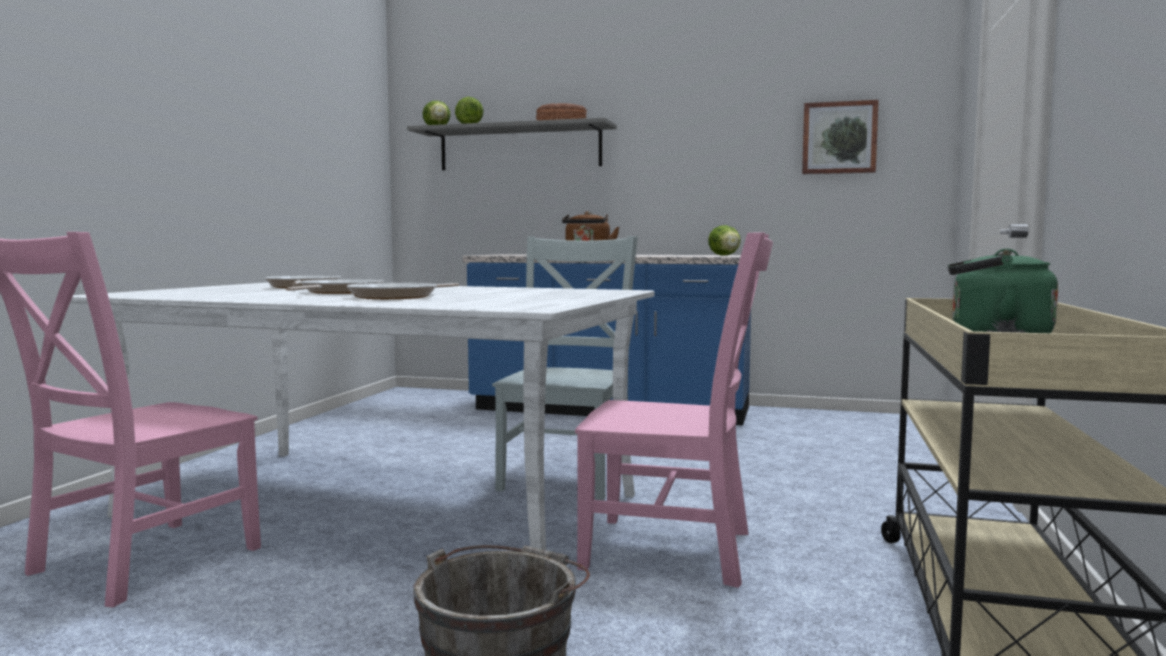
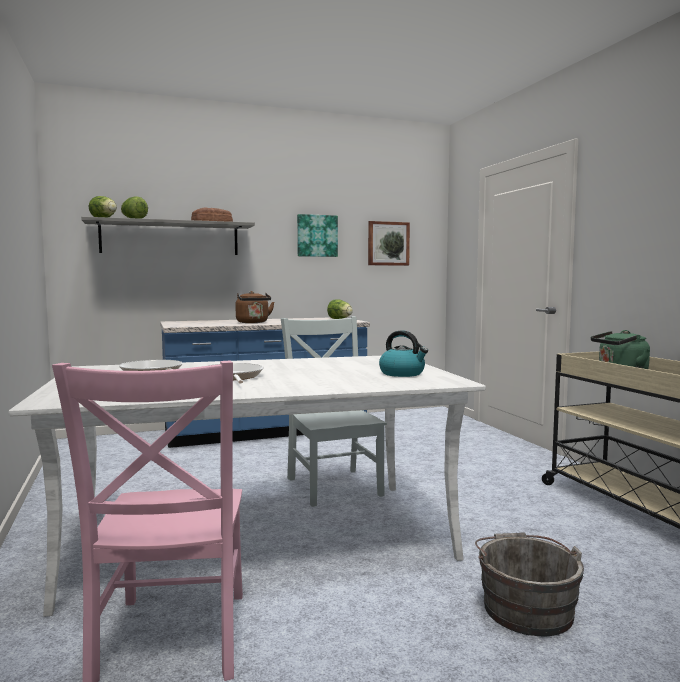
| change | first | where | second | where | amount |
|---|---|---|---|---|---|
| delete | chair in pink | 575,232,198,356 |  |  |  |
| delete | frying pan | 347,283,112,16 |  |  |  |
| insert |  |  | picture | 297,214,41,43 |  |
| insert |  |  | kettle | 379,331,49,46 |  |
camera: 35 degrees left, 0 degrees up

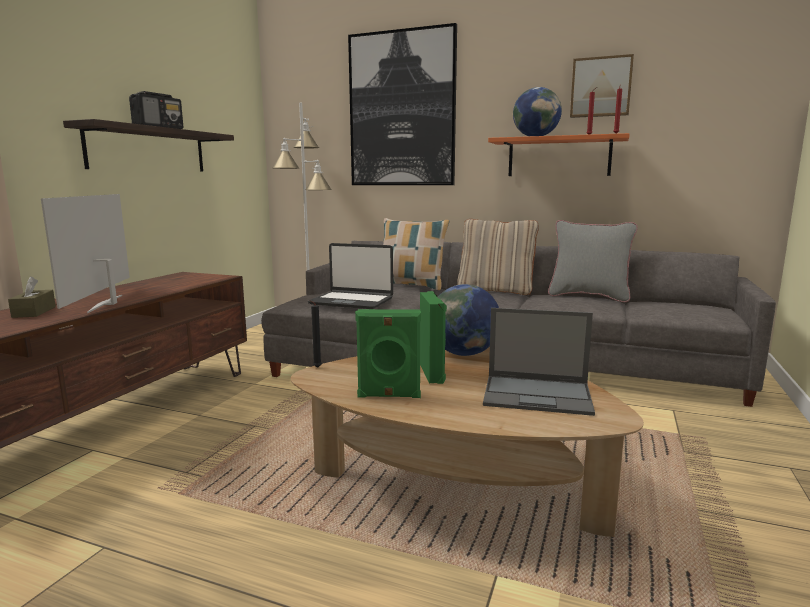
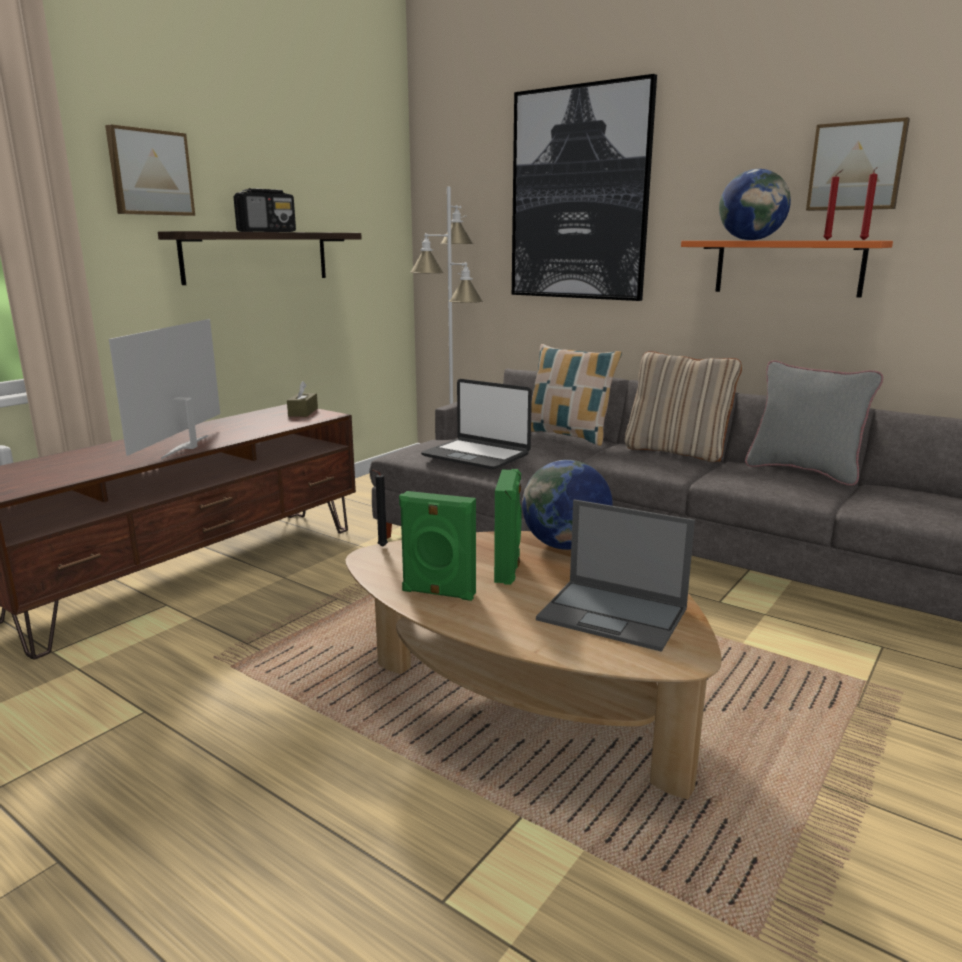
| change | first | where | second | where | amount |
|---|---|---|---|---|---|
| move | tissue box in brown | 8,276,48,42 |  | 287,381,31,36 |  |
| insert |  |  | picture | 105,124,90,92 |  |
camera: 15 degrees right, 5 degrees up

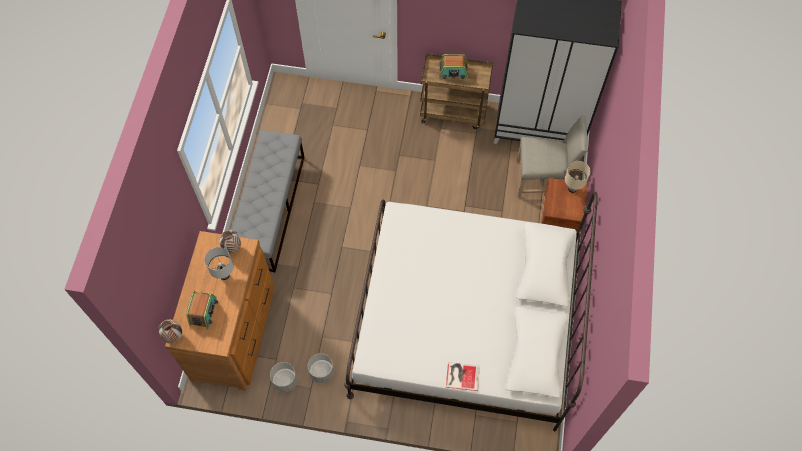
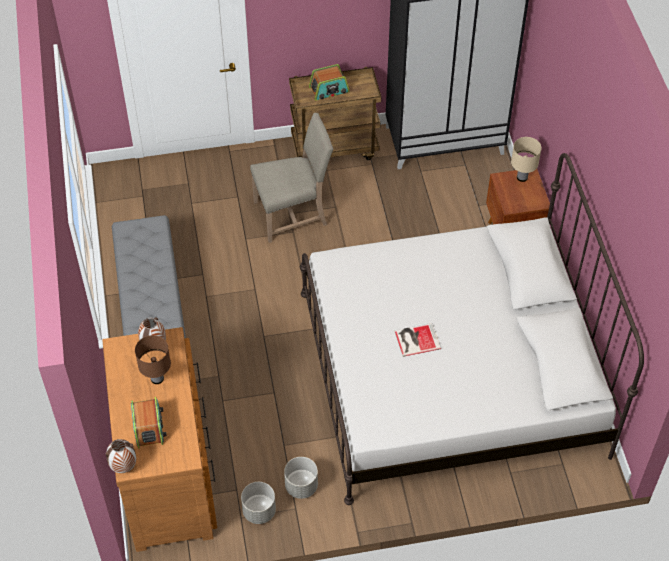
| change | first | where | second | where | amount |
|---|---|---|---|---|---|
| move | chair in beige | 517,116,71,81 |  | 250,113,84,130 |  |
| recolor | table lamp in white | 204,247,29,33 | table lamp in brown | 135,335,36,49 |  |
| move | book | 446,362,34,29 |  | 395,323,46,34 |  |
camera: 20 degrees left, 10 degrees down

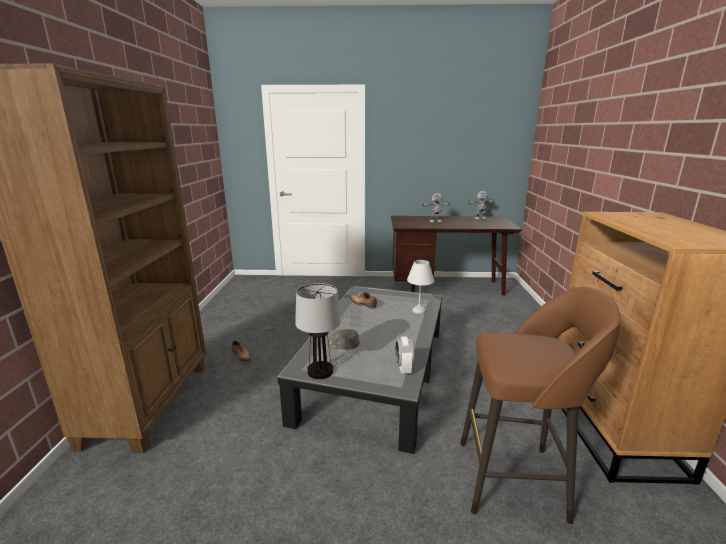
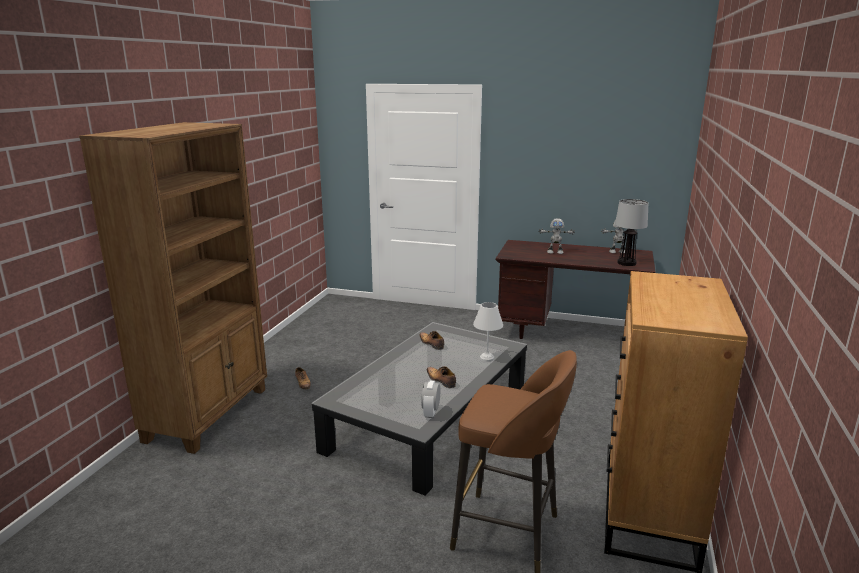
| change | first | where | second | where | amount |
|---|---|---|---|---|---|
| move | table lamp | 295,283,46,96 |  | 615,199,33,67 |  |
| delete | cap in grey | 327,329,33,20 |  |  |  |
| insert |  |  | shoe | 427,366,29,22 |  |
camera: 15 degrees right, 0 degrees up

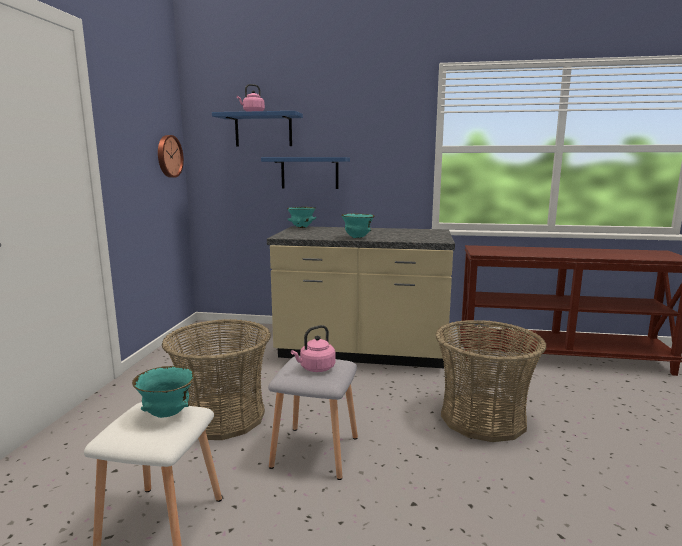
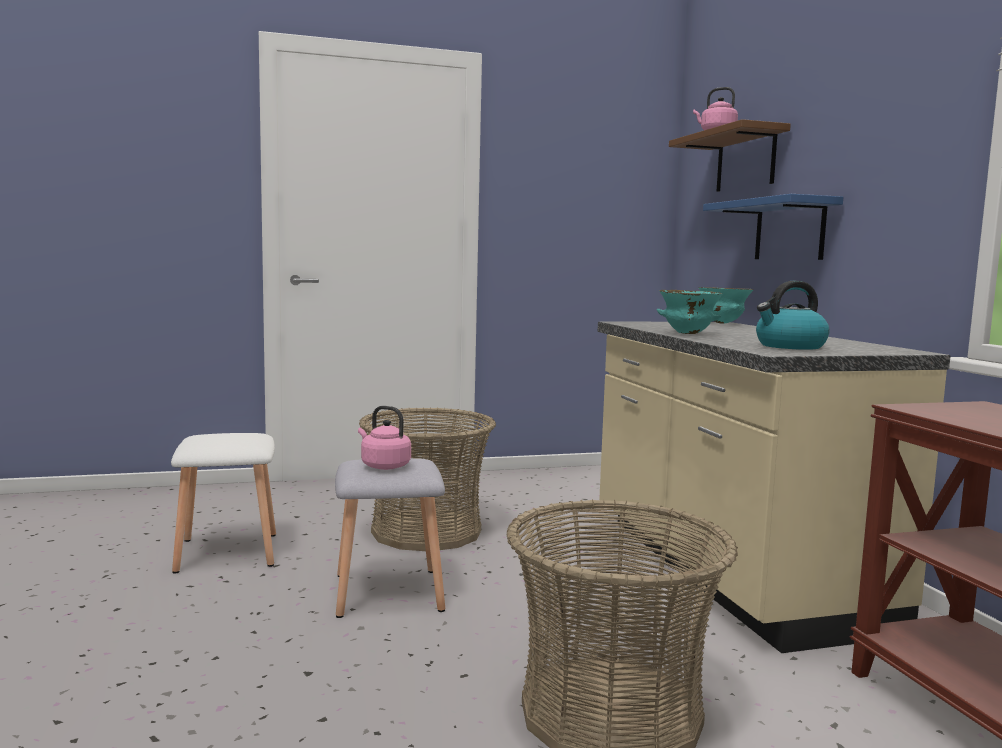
| change | first | where | second | where | amount |
|---|---|---|---|---|---|
| recolor | shelf in blue | 212,111,91,36 | shelf in brown | 669,119,122,73 |  |
| delete | wall clock | 158,135,26,43 |  |  |  |
| delete | bowl in turquoise | 132,366,63,52 |  |  |  |
| insert |  |  | kettle | 756,281,74,69 |  |
camera: 65 degrees right, 5 degrees down

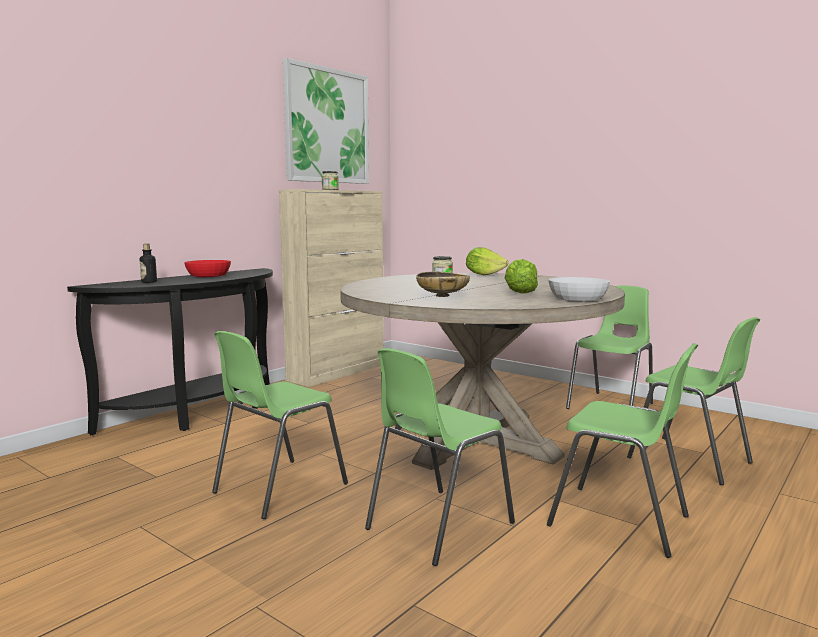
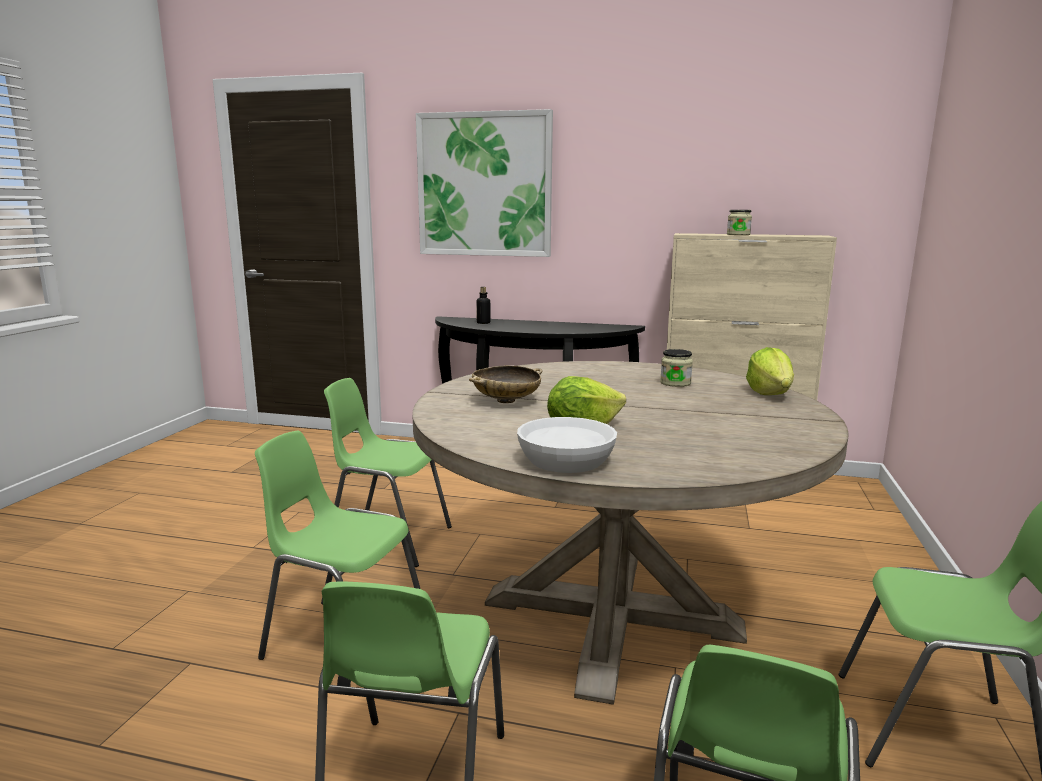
| change | first | where | second | where | amount |
|---|---|---|---|---|---|
| move | picture | 283,58,86,126 |  | 416,109,137,148 |  |
| delete | bowl in red | 184,260,47,17 |  |  |  |
camera: 65 degrees right, 5 degrees up

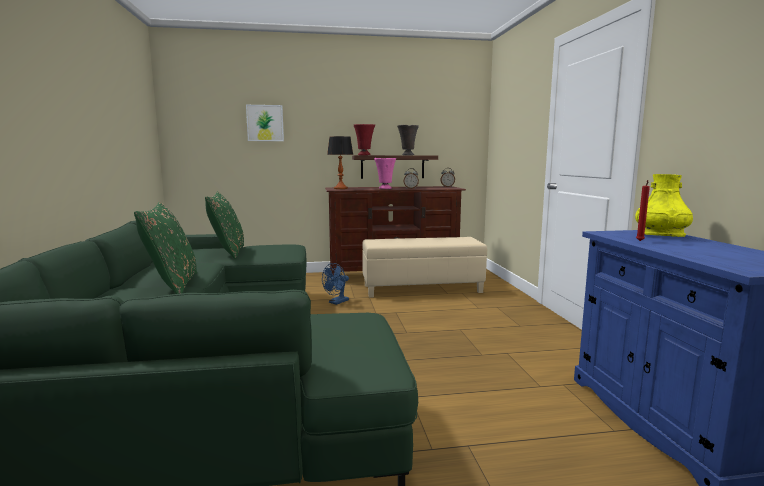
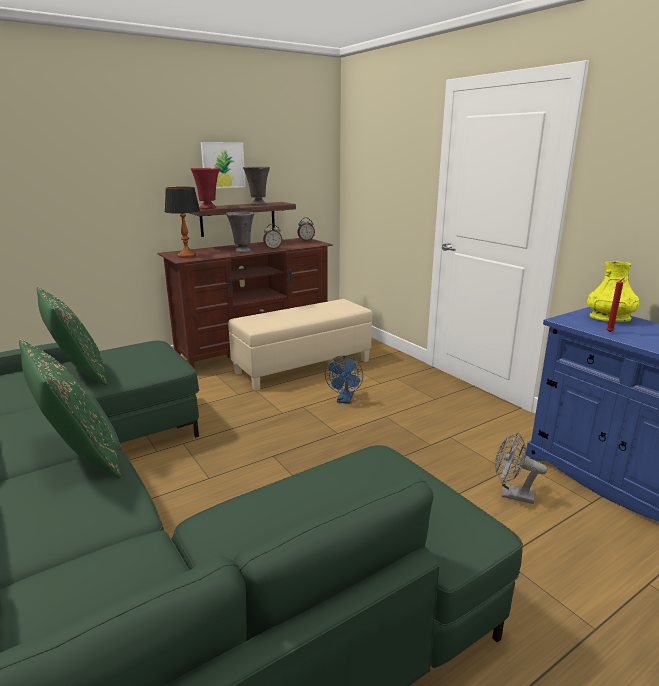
| change | first | where | second | where | amount |
|---|---|---|---|---|---|
| move | picture | 246,105,38,36 |  | 201,142,45,47 |  |
| recolor | vase in pink | 374,158,22,31 | vase in grey | 226,212,28,40 |  |
| move | fan in blue | 322,263,27,42 |  | 325,356,38,48 |  |
| insert |  |  | fan in grey | 495,432,53,72 |  |
camera: 25 degrees left, 10 degrees up

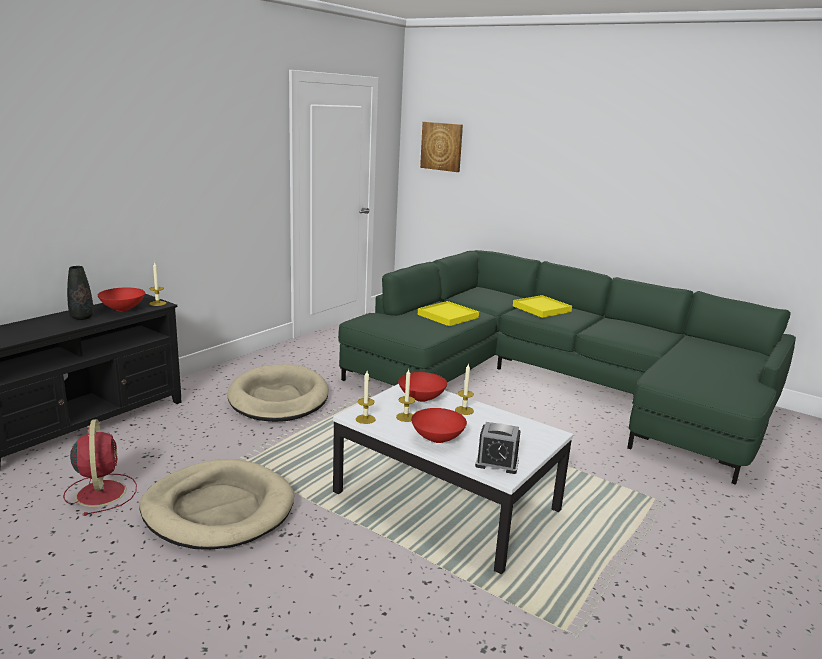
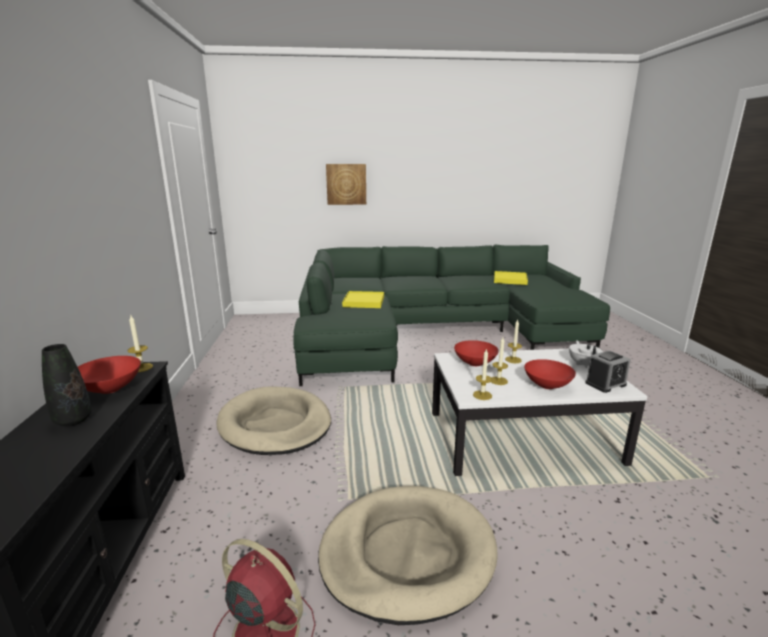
| change | first | where | second | where | amount |
|---|---|---|---|---|---|
| move | picture | 420,122,43,50 |  | 326,164,40,41 |  |
| move | tray in yellow | 513,295,59,23 |  | 494,271,34,14 |  |
| insert |  |  | teapot in white | 569,340,34,28 |  |
camera: 40 degrees left, 0 degrees up

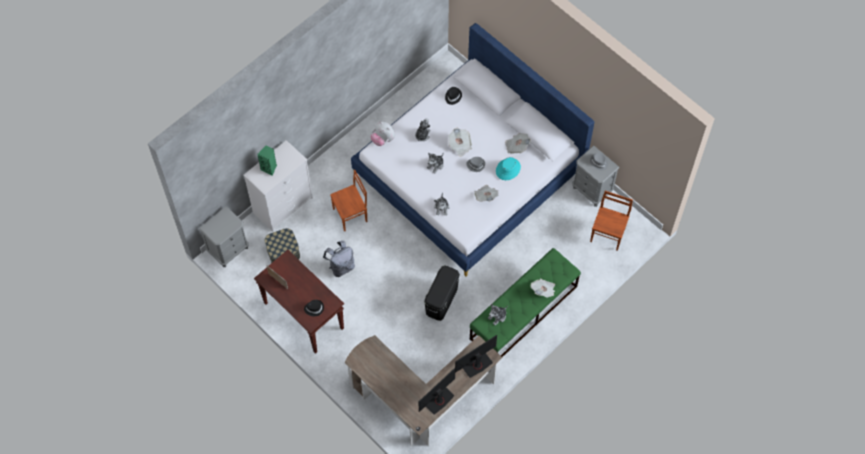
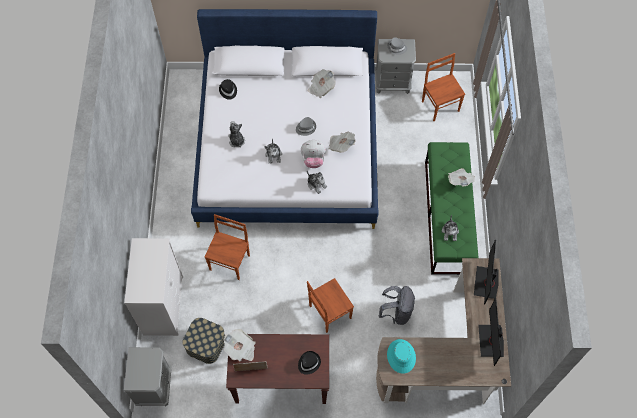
| change | first | where | second | where | amount |
|---|---|---|---|---|---|
| move | plush toy | 370,121,25,25 |  | 301,140,25,28 |  |
| move | newspaper | 448,128,24,29 |  | 224,329,32,32 |  |
| delete | speaker in green | 257,146,20,30 |  |  |  |
| move | hat in turquoise | 496,157,25,23 |  | 387,339,29,35 |  |
| move | backpack in grey | 323,241,32,36 |  | 379,286,36,39 |  |
| delete | storage box in black | 424,265,36,56 |  |  |  |
| insert |  |  | chair in brown | 307,278,47,55 |  |
camera: 45 degrees left, 0 degrees up

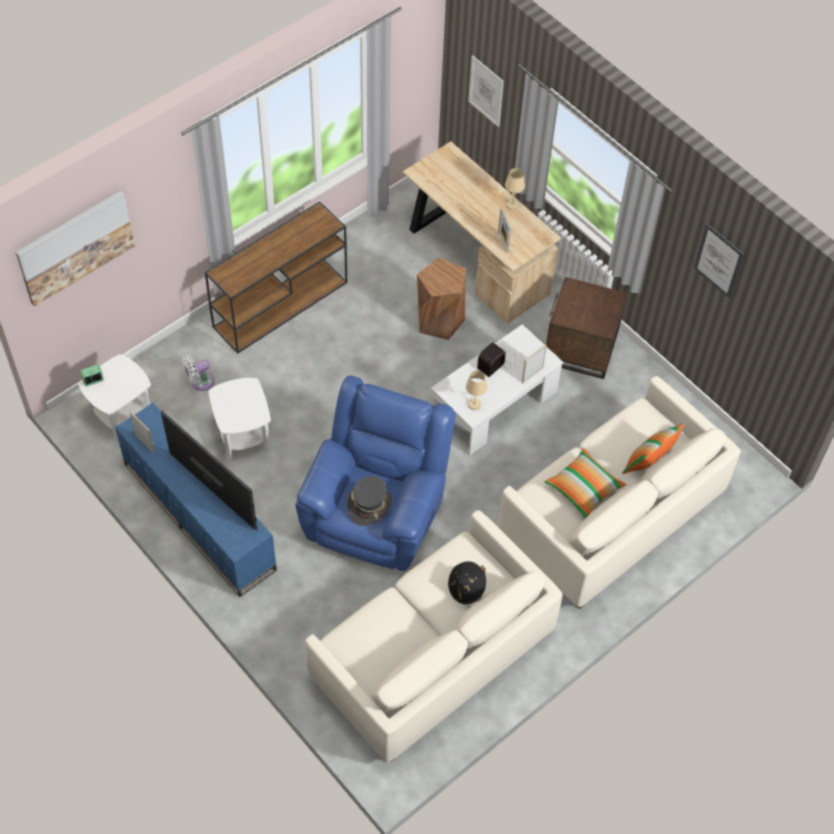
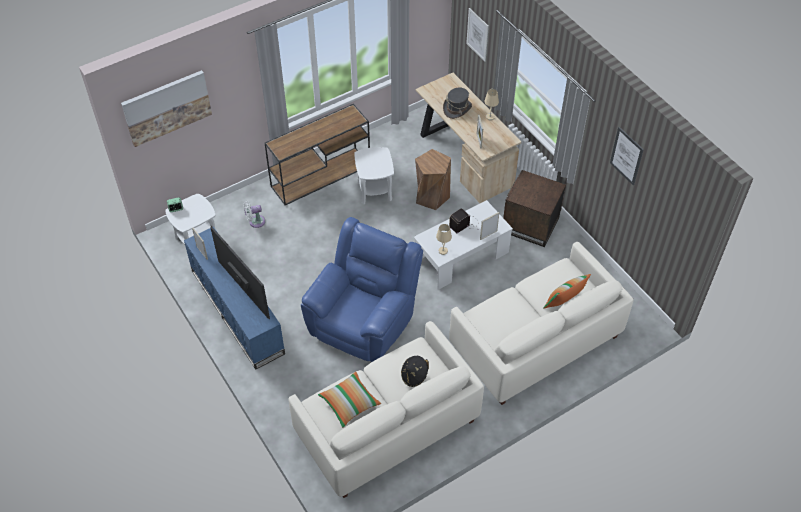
| change | first | where | second | where | amount |
|---|---|---|---|---|---|
| move | side table in white | 209,378,62,84 |  | 354,147,40,57 |  |
| move | pillow | 544,448,82,70 |  | 318,372,63,56 |  |
| move | hat in grey | 347,476,45,50 |  | 443,88,29,31 |  |
camera: 10 degrees right, 5 degrees down

